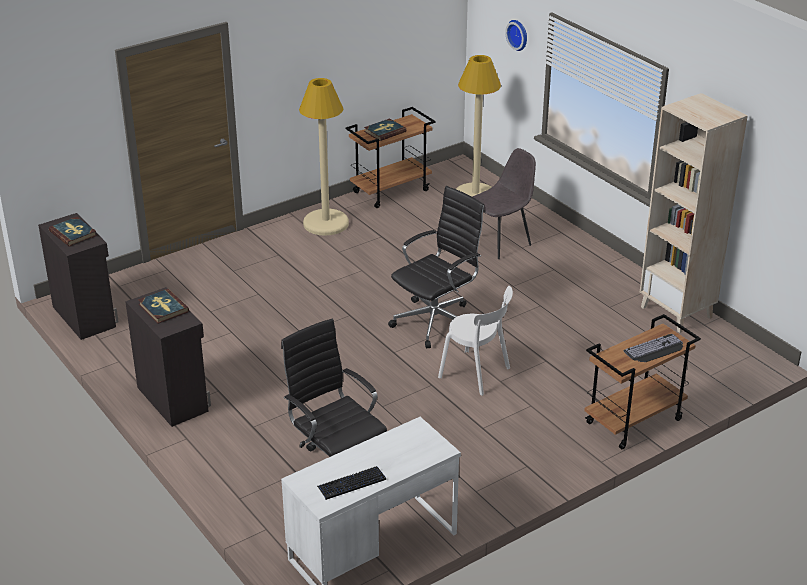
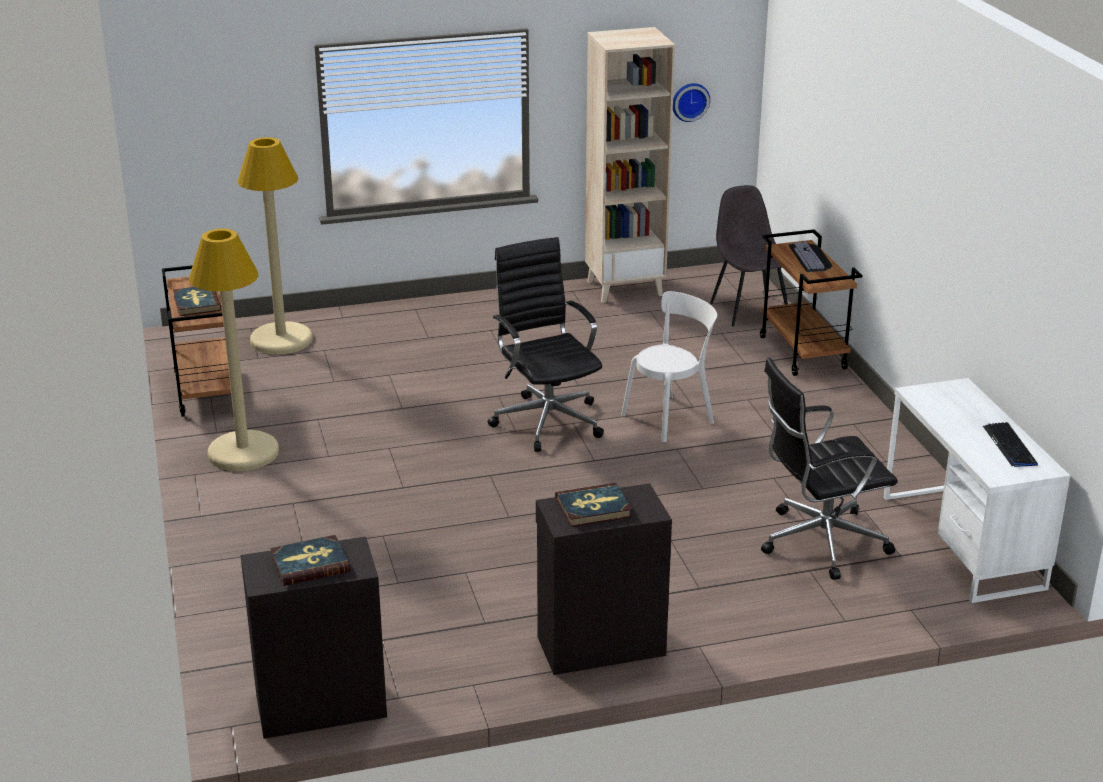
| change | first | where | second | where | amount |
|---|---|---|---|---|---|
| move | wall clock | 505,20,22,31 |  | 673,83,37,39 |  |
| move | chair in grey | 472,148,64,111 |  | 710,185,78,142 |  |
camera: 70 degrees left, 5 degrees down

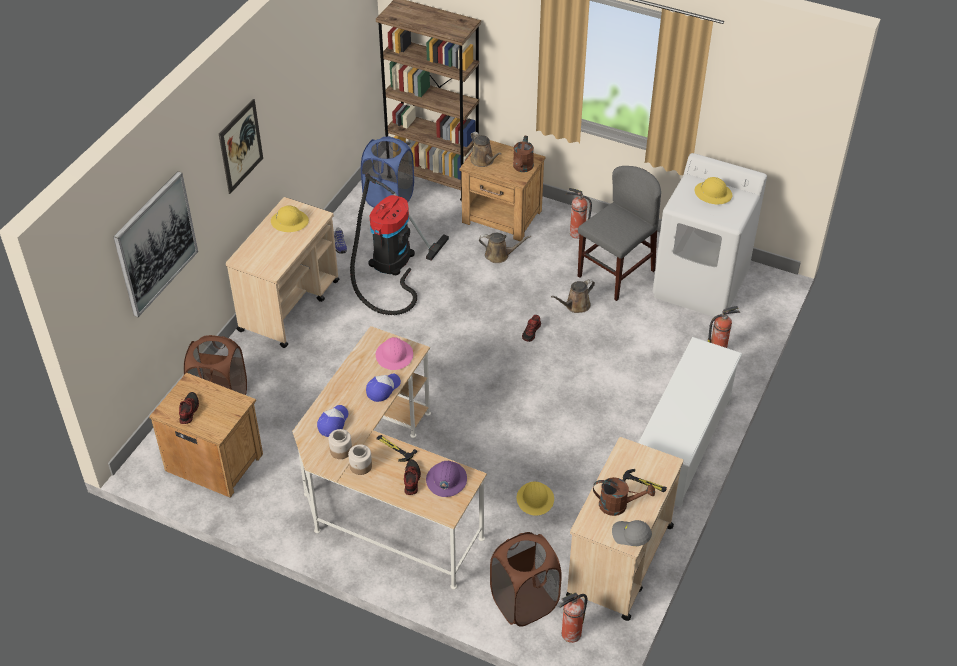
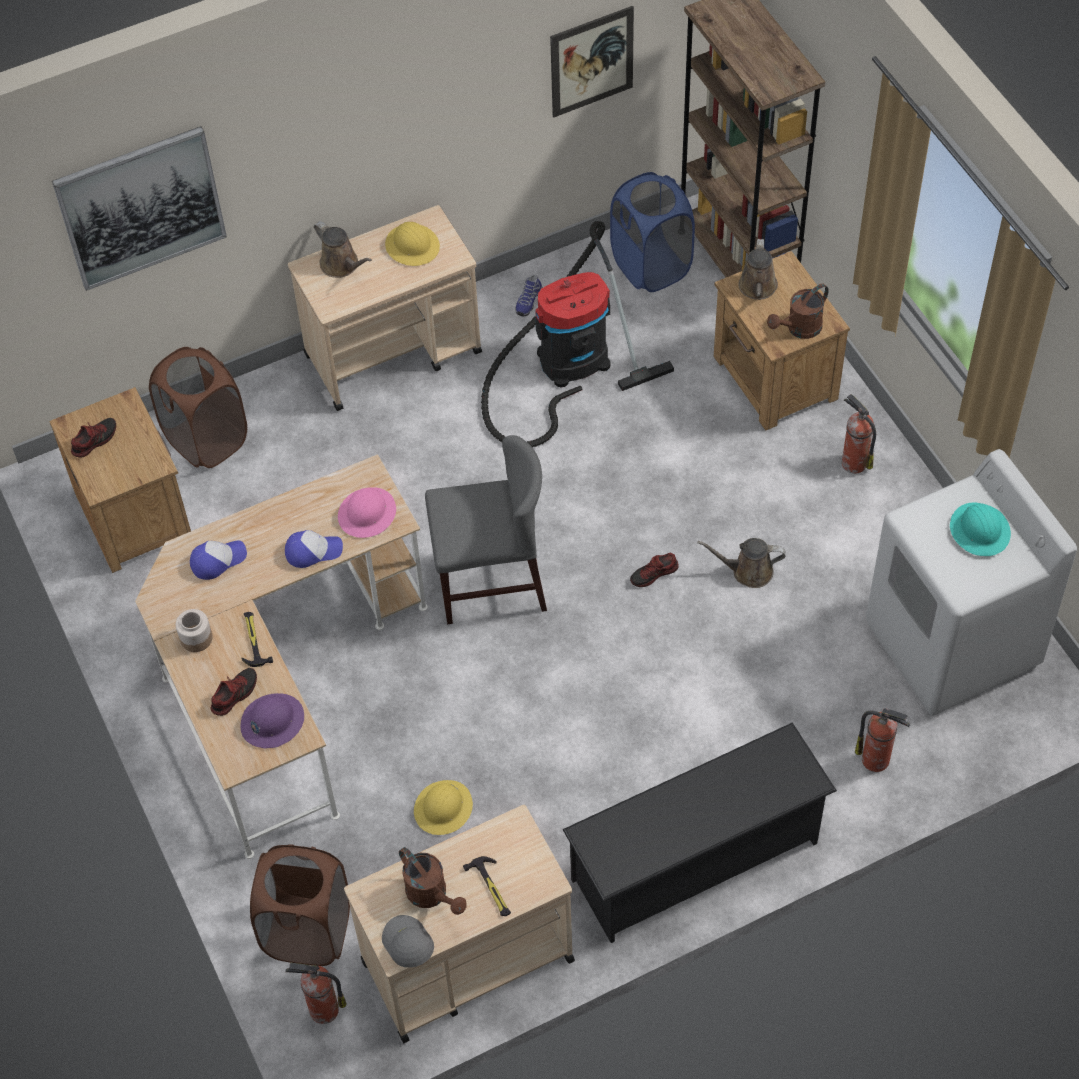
| change | first | where | second | where | amount |
|---|---|---|---|---|---|
| move | picture | 219,99,44,95 |  | 550,6,84,111 |  |
| move | chair in grey | 578,166,83,135 |  | 425,435,122,189 |  |
| recolor | hard hat in yellow | 695,177,38,27 | hard hat in turquoise | 950,503,61,53 |  |
| move | watering can in brown | 479,233,52,30 |  | 314,221,58,57 |  |
| recolor | shoe rack in white | 638,337,104,170 | shoe rack in black | 563,722,274,221 |  |
| delete | jar | 329,429,23,30 |  |  |  |
camera: 40 degrees right, 10 degrees up

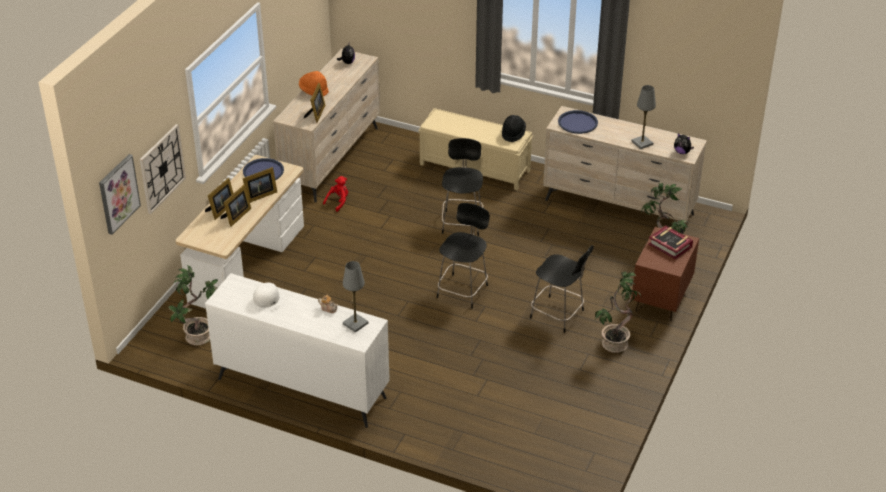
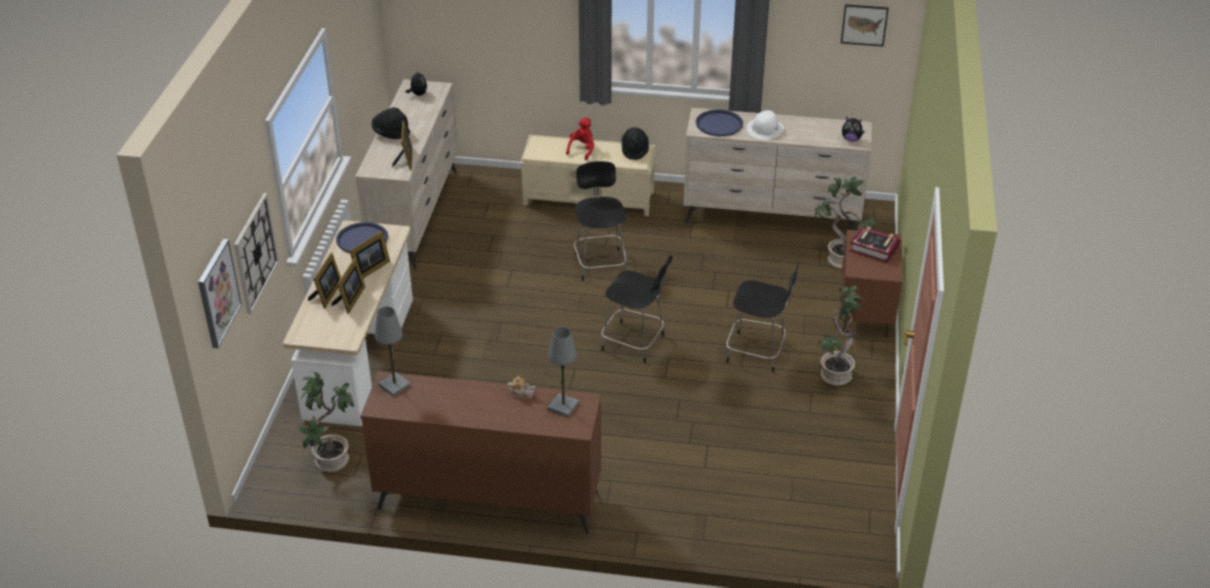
| change | first | where | second | where | amount |
|---|---|---|---|---|---|
| recolor | hat in orange | 299,71,30,25 | hat in black | 372,107,38,32 |  |
| move | table lamp in grey | 631,85,25,64 |  | 375,307,36,90 |  |
| move | plush toy in red | 323,176,25,36 |  | 566,117,28,43 |  |
| rotate | chair in black | 437,203,53,105 |  | 602,255,70,109 | 105 degrees clockwise |
| recolor | dresser in white | 205,273,185,155 | dresser in brown | 360,371,241,163 |  |
| move | hat in white | 248,283,37,29 |  | 747,110,37,30 |  |
| insert |  |  | picture | 841,4,48,42 |  |
camera: 15 degrees left, 0 degrees up

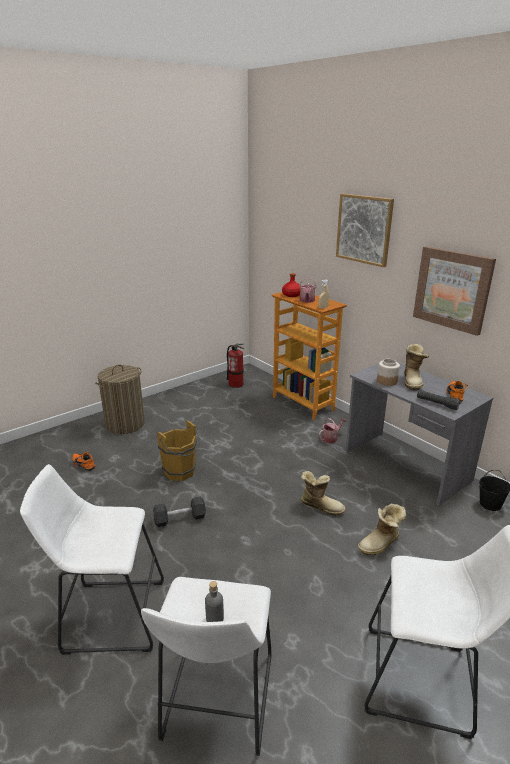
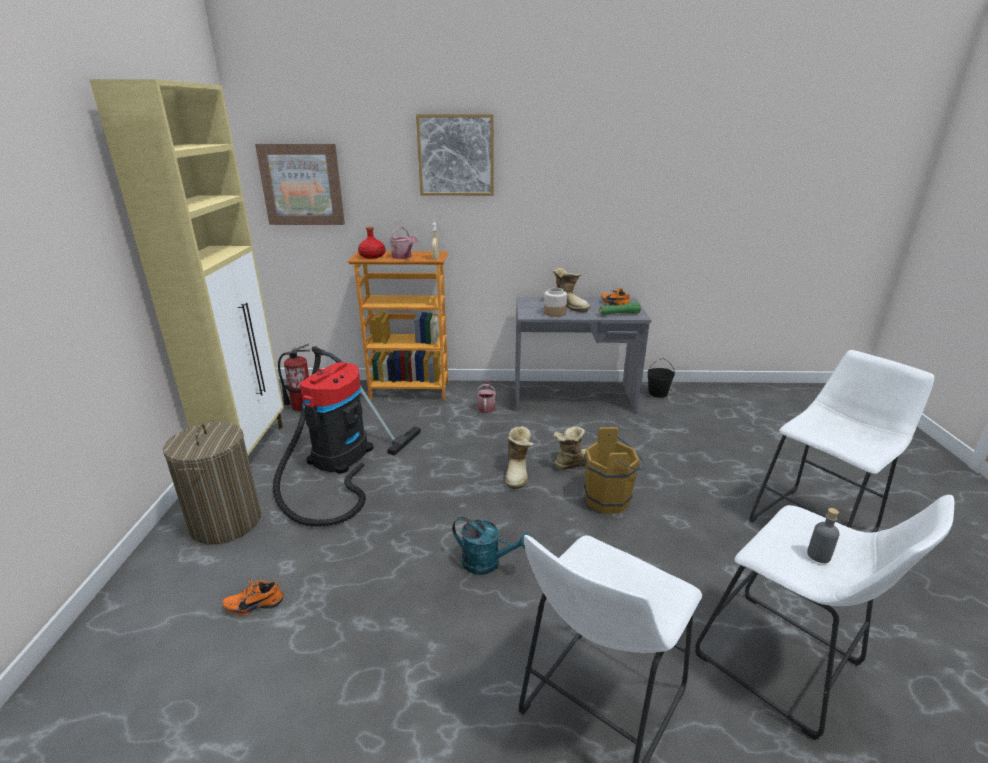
| change | first | where | second | where | amount |
|---|---|---|---|---|---|
| move | picture | 413,246,83,90 |  | 255,144,90,81 |  |
| recolor | flashlight in black | 417,390,44,20 | flashlight in green | 599,302,42,13 |  |
| move | bucket in brown | 157,420,42,61 |  | 584,427,61,87 |  |
| replace | dumbbell in black | 153,496,53,31 | watering can in turquoise | 452,517,79,58 |  |
| move | boot | 358,503,48,52 |  | 505,426,29,63 |  |
| insert |  |  | cabinet in beige | 89,79,195,376 |  |
| insert |  |  | vacuum cleaner | 273,346,148,181 |  |
camera: 50 degrees left, 0 degrees up

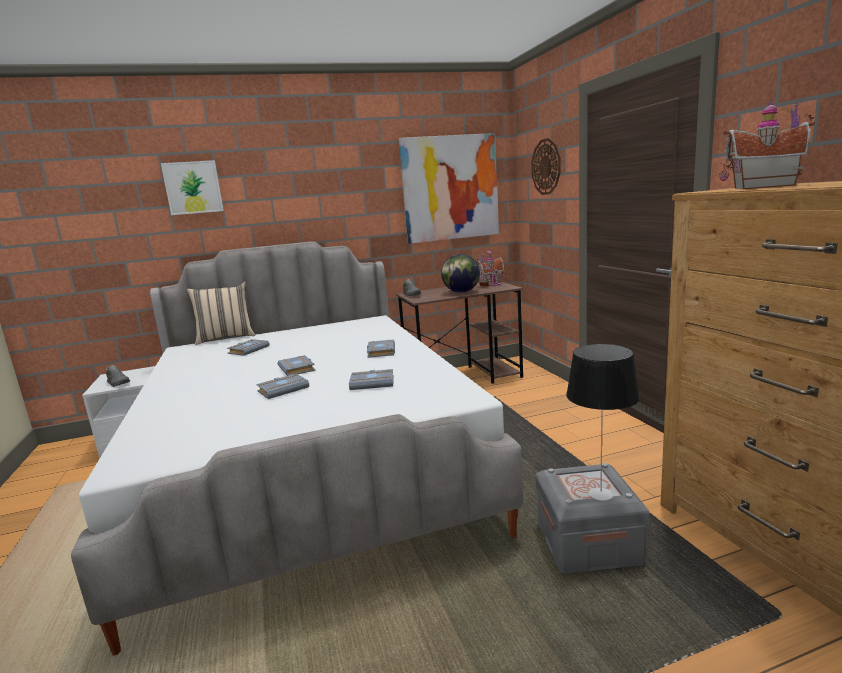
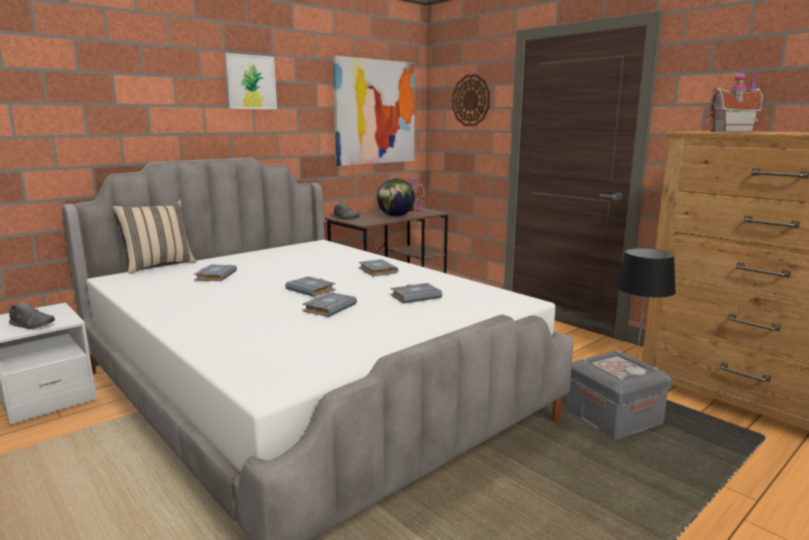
| change | first | where | second | where | amount |
|---|---|---|---|---|---|
| move | picture | 161,160,63,55 |  | 225,53,52,56 |  |
camera: 25 degrees left, 0 degrees up

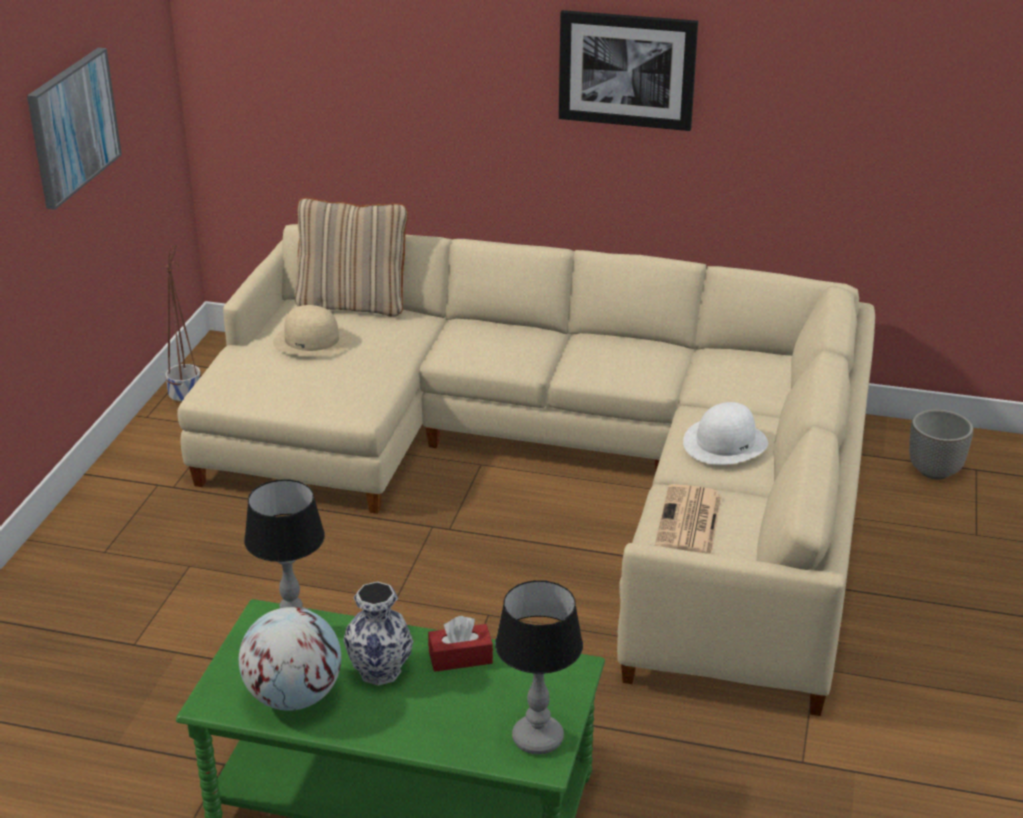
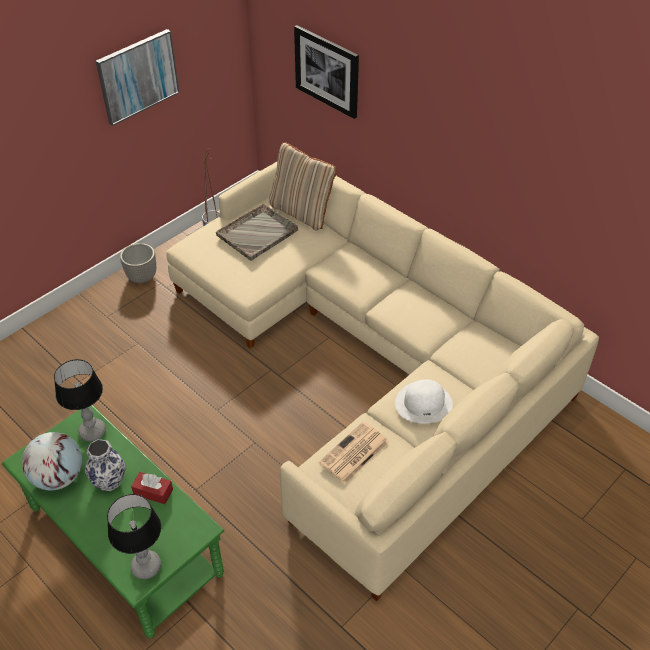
| change | first | where | second | where | amount |
|---|---|---|---|---|---|
| move | picture | 559,10,139,121 |  | 294,25,65,94 |  |
| replace | hat in beige | 273,305,78,52 | tray in grey | 216,204,82,57 |  |
| move | planter | 909,409,64,71 |  | 120,243,36,41 |  |
camera: 30 degrees right, 15 degrees up

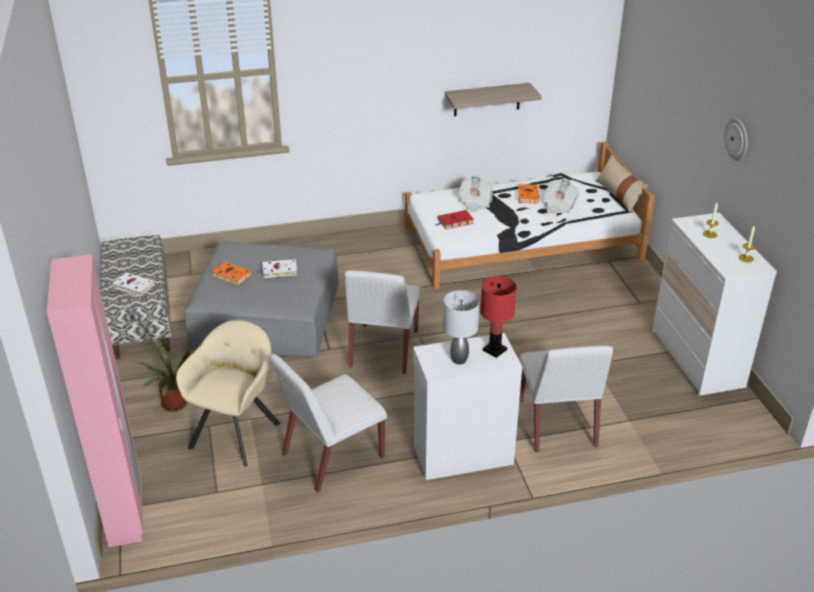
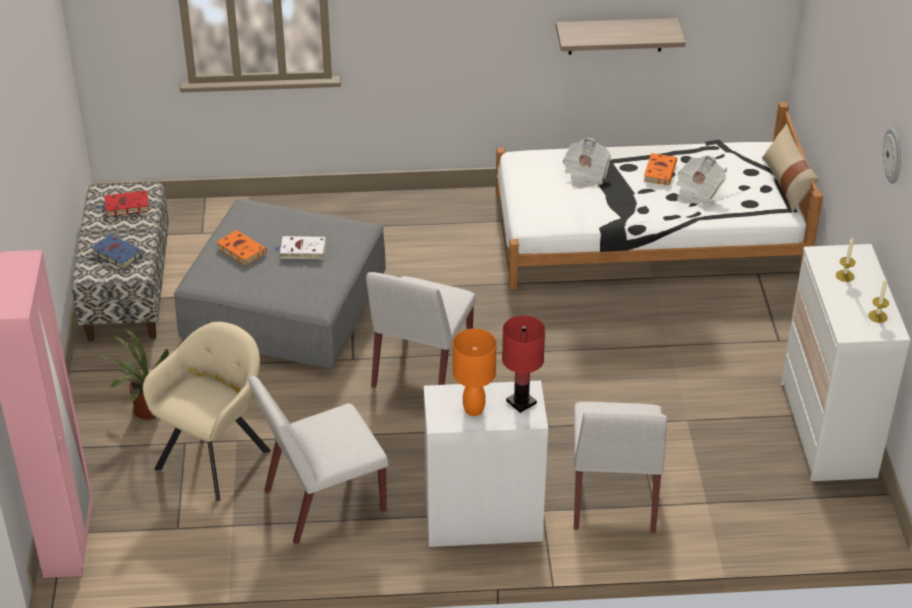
| change | first | where | second | where | amount |
|---|---|---|---|---|---|
| move | book in red | 435,210,39,19 |  | 97,191,52,26 |  |
| recolor | book in white | 112,273,43,23 | book in blue | 91,234,52,35 |  |
| recolor | table lamp in grey | 443,290,37,74 | table lamp in orange | 453,329,44,87 |  |
camera: 10 degrees right, 5 degrees up

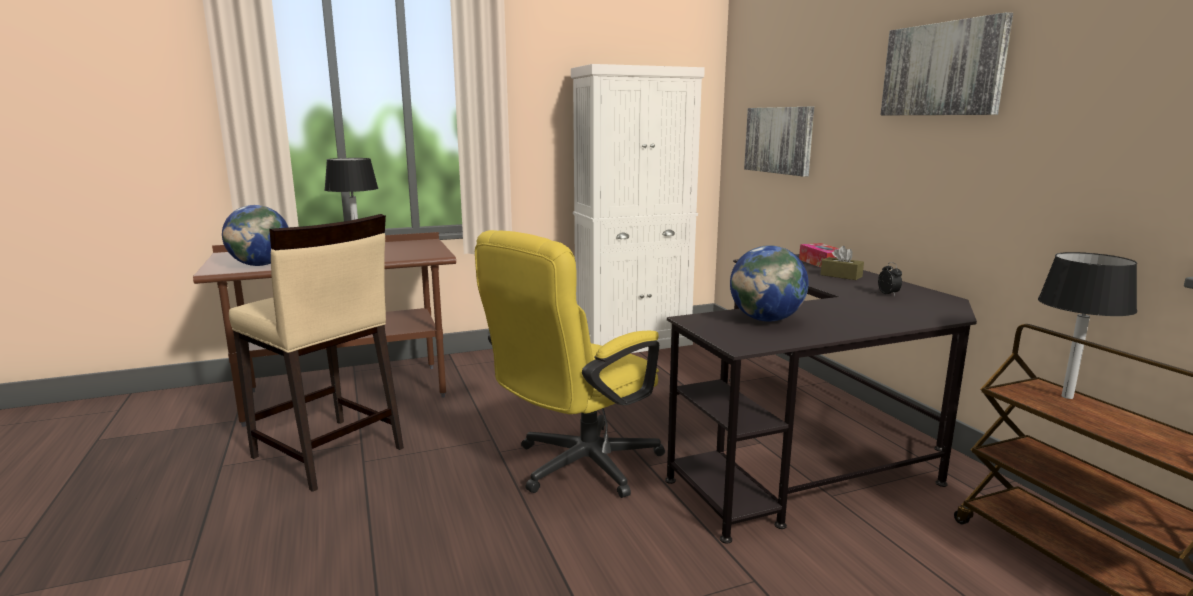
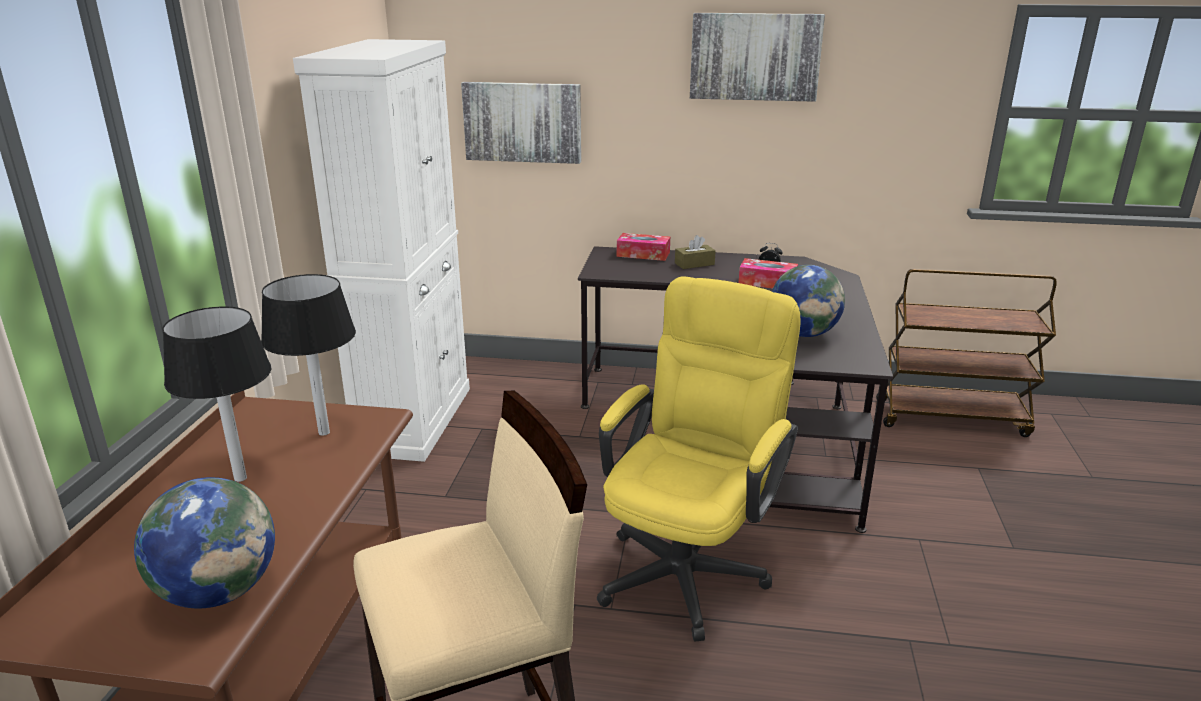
| change | first | where | second | where | amount |
|---|---|---|---|---|---|
| rotate | office chair in yellow | 475,230,190,268 |  | 597,276,203,366 | 135 degrees counterclockwise |
| move | table lamp in black | 1038,252,99,147 |  | 261,274,95,162 |  |
| insert |  |  | tissue box | 739,258,59,30 |  |
camera: 60 degrees left, 10 degrees up

